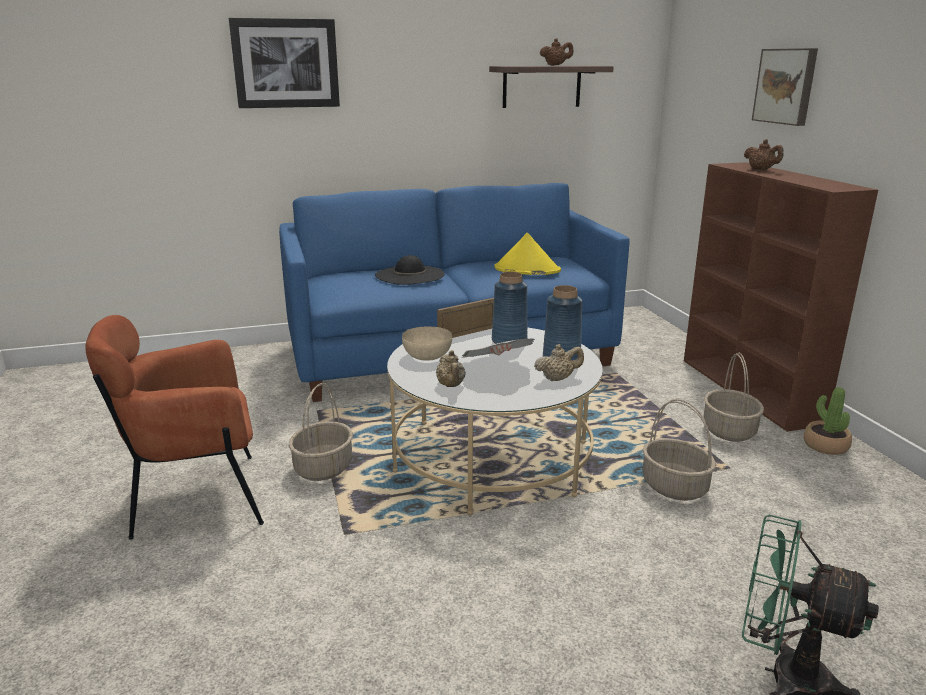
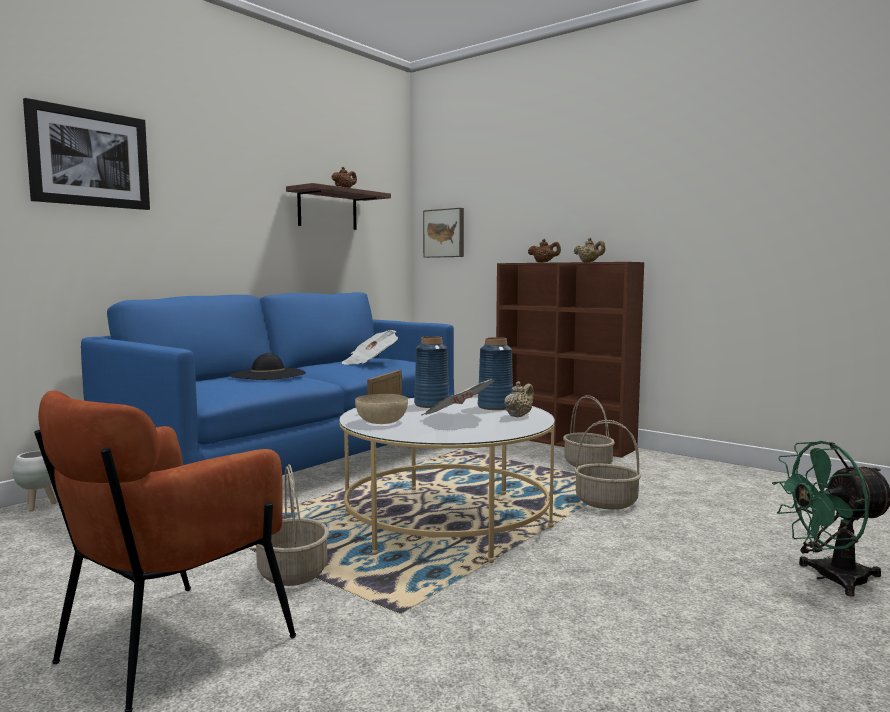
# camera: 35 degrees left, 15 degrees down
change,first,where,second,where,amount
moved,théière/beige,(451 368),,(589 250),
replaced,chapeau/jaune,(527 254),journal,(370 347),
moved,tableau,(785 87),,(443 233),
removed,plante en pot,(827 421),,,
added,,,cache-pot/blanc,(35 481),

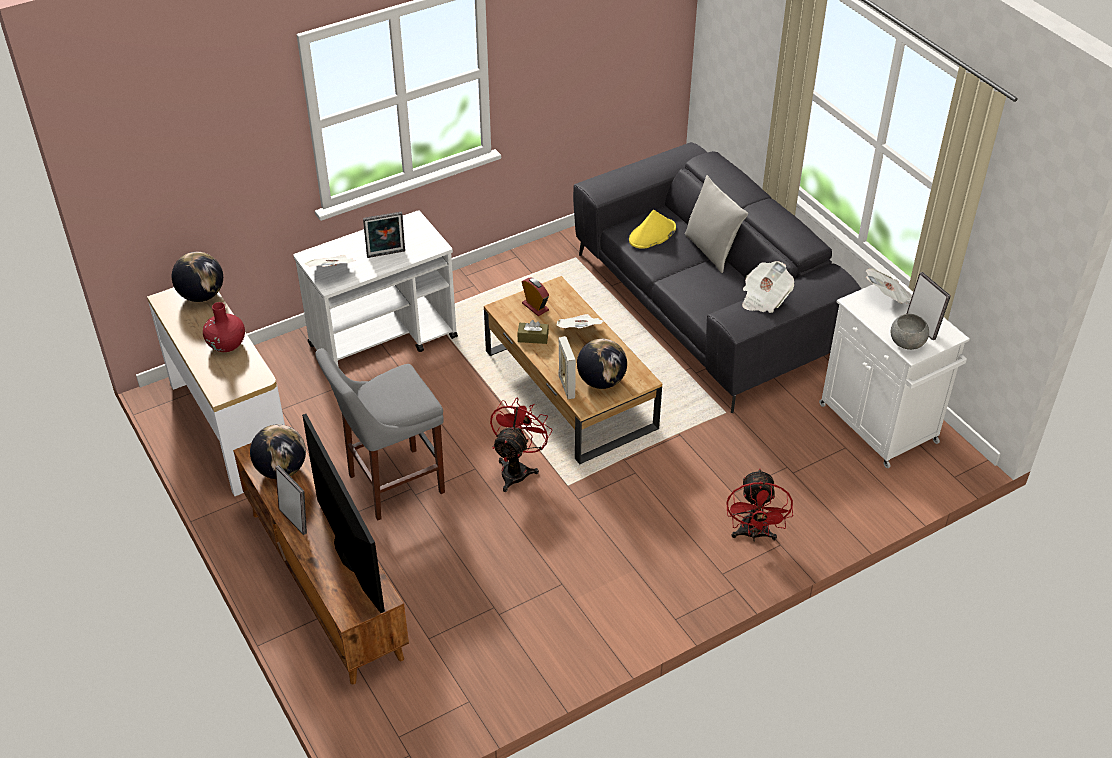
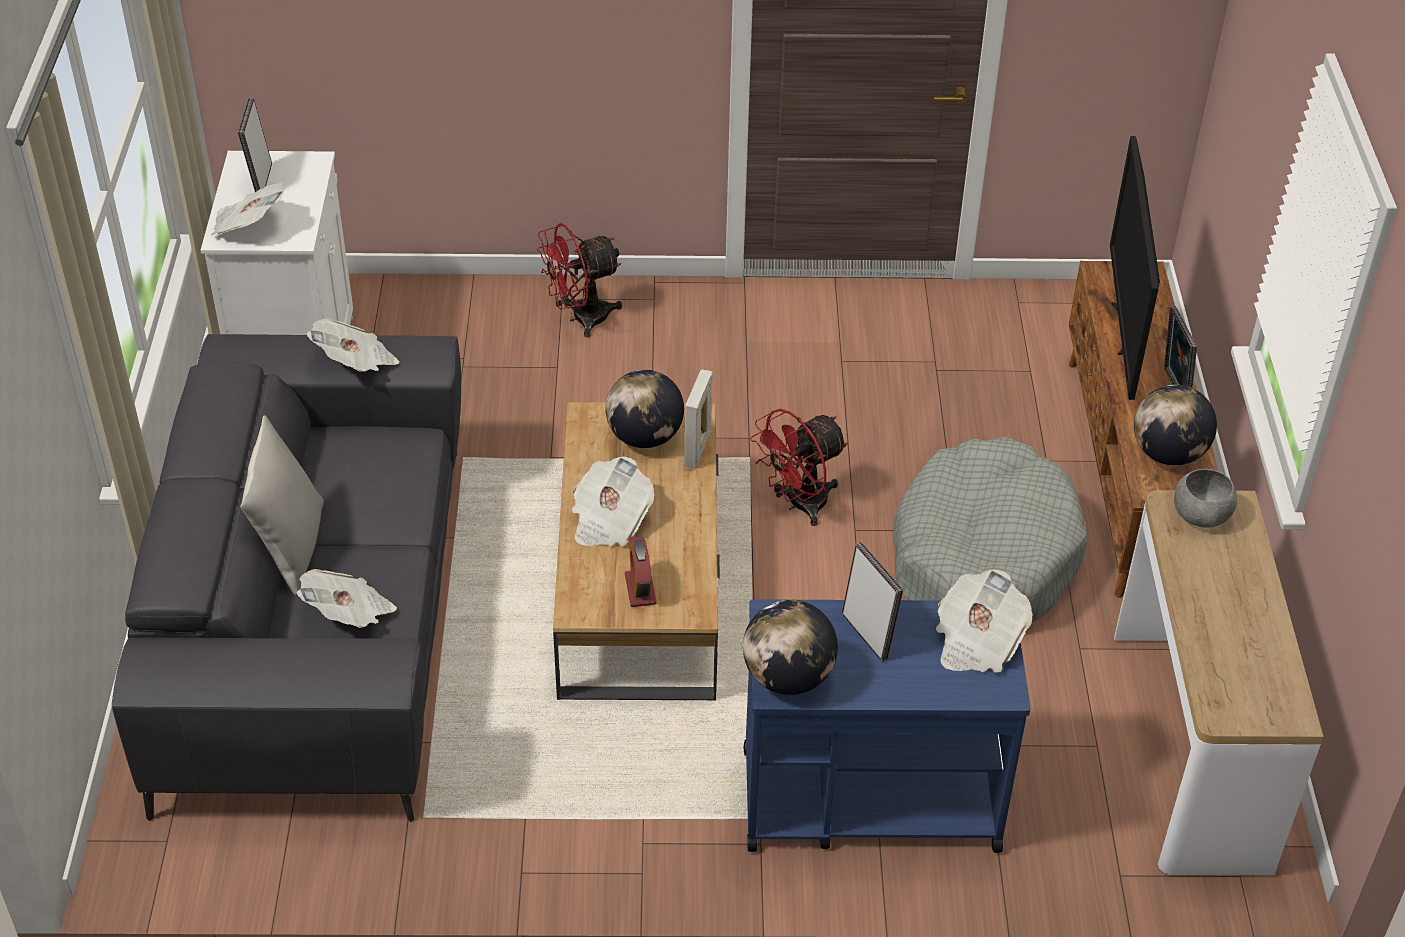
# camera: 150 degrees left, 0 degrees up
change,first,where,second,where,amount
moved,globe,(197 277),,(790 647),
removed,vase/rouge,(224 327),,,
recoloured,chariot/blanc,(375 288),chariot/bleu,(886 726),
replaced,tabouret/gris,(380 434),panier pour chien/gris,(990 529),
turned,cadre photo,(384 234),,(872 601),45 degrees clockwise
removed,boîte à mouchoirs/marron,(533 332),,,
replaced,chapeau/jaune,(652 229),journal,(346 598),
turned,ventilateur/rouge,(760 505),,(579 280),150 degrees counterclockwise
moved,bol/gris,(909 332),,(1205 498),

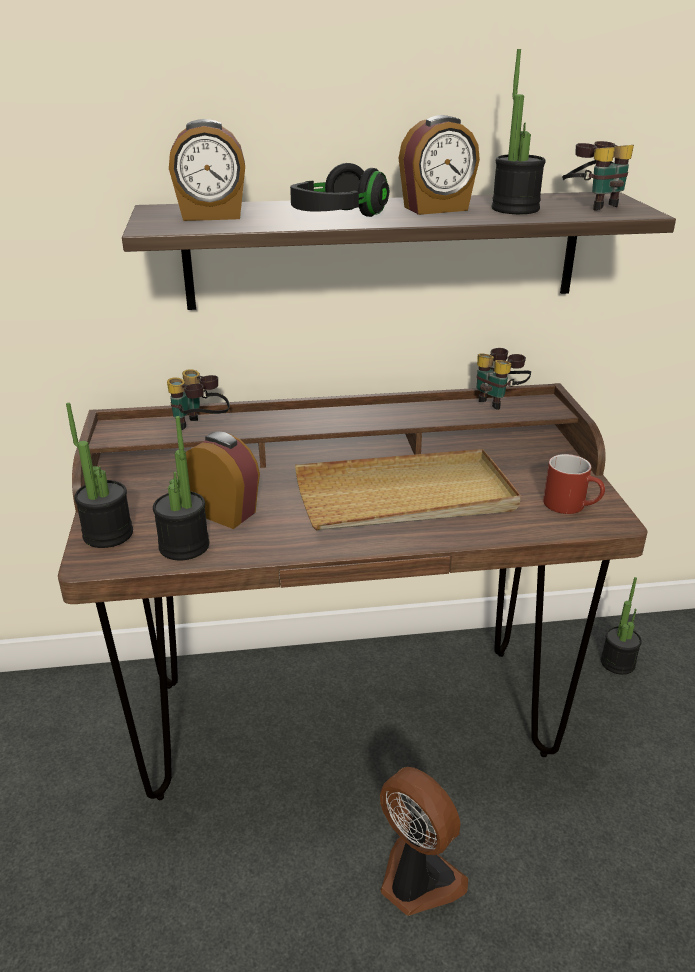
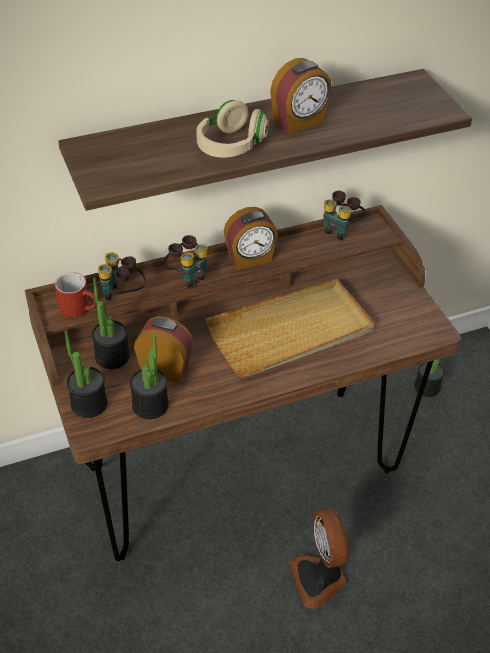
# camera: 15 degrees left, 15 degrees up
change,first,where,second,where,amount
moved,réveil,(207 170),,(251 238),
recoloured,casque audio/noir,(339 190),casque audio/beige,(232 129),
turned,ventilateur,(424 841),,(319 558),135 degrees counterclockwise
moved,plante en pot,(519 131),,(111 323),
moved,mug/rouge,(574 484),,(76 295),
moved,jumelles,(598 176),,(185 261),

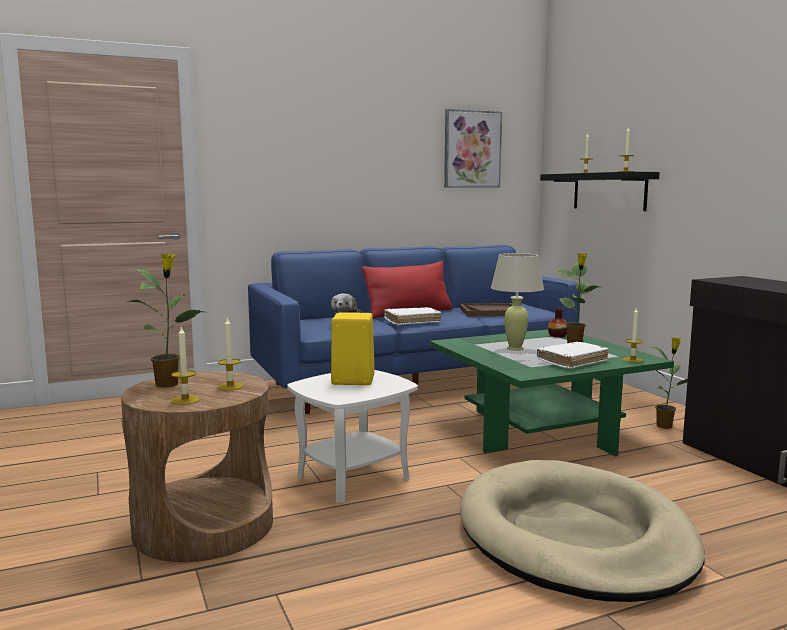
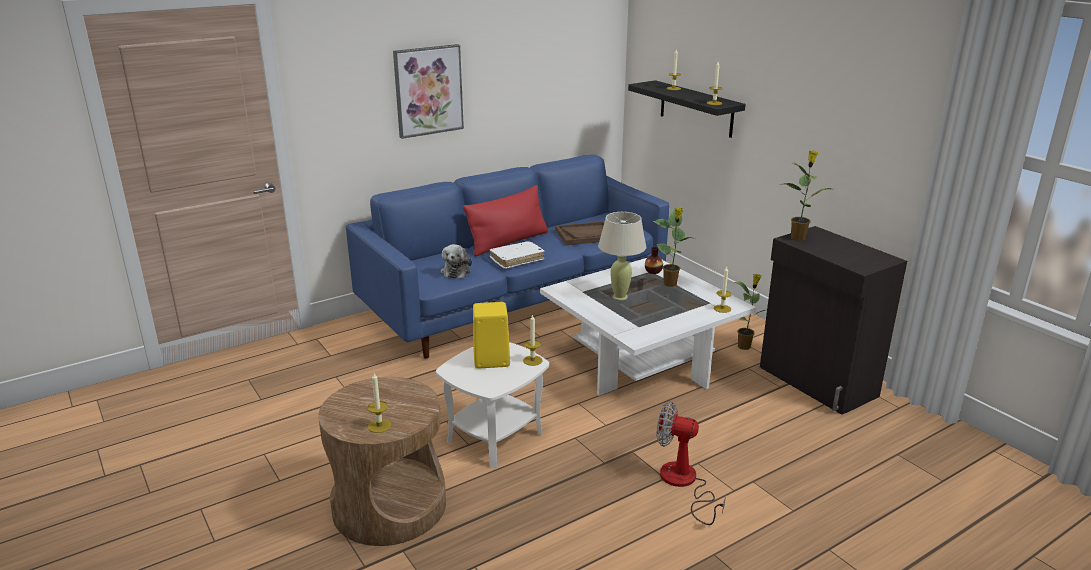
# camera: 10 degrees left, 15 degrees up
change,first,where,second,where,amount
moved,plante en pot,(165 320),,(805 195),
moved,bougie,(230 354),,(533 340),
recoloured,table basse/vert,(552 392),table basse/blanc,(648 327),
moved,tableau,(473 148),,(428 91),
replaced,panier pour chien/beige,(582 531),ventilateur,(691 463),
removed,livre/blanc,(572 355),,,

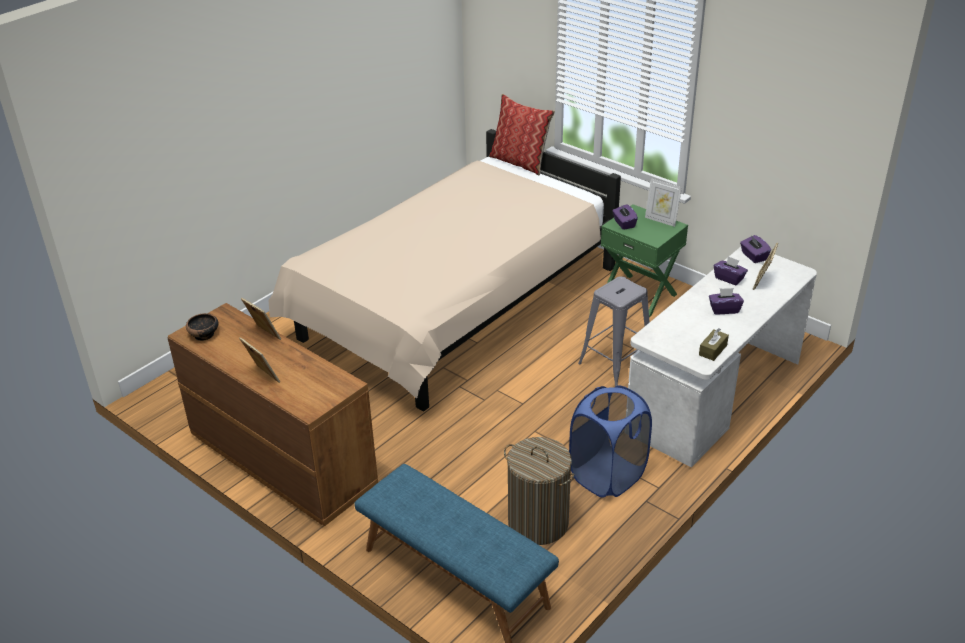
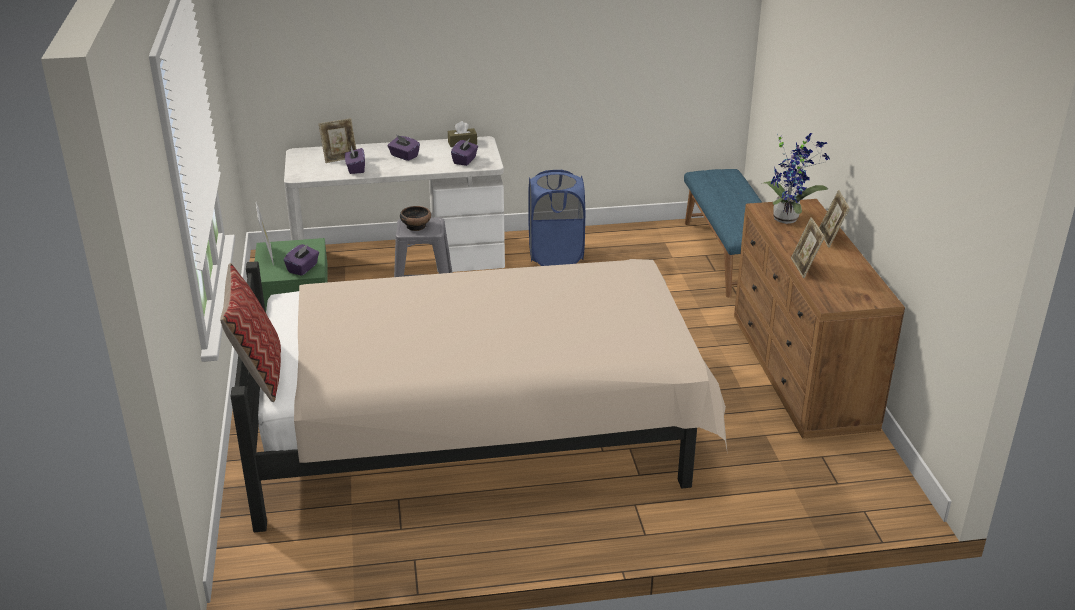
# camera: 140 degrees left, 5 degrees down
change,first,where,second,where,amount
moved,bol,(202 327),,(415 218),
removed,panier à linge,(539 491),,,
moved,boîte à mouchoirs/violet,(755 249),,(464 152),
added,,,plante en pot,(797 178),

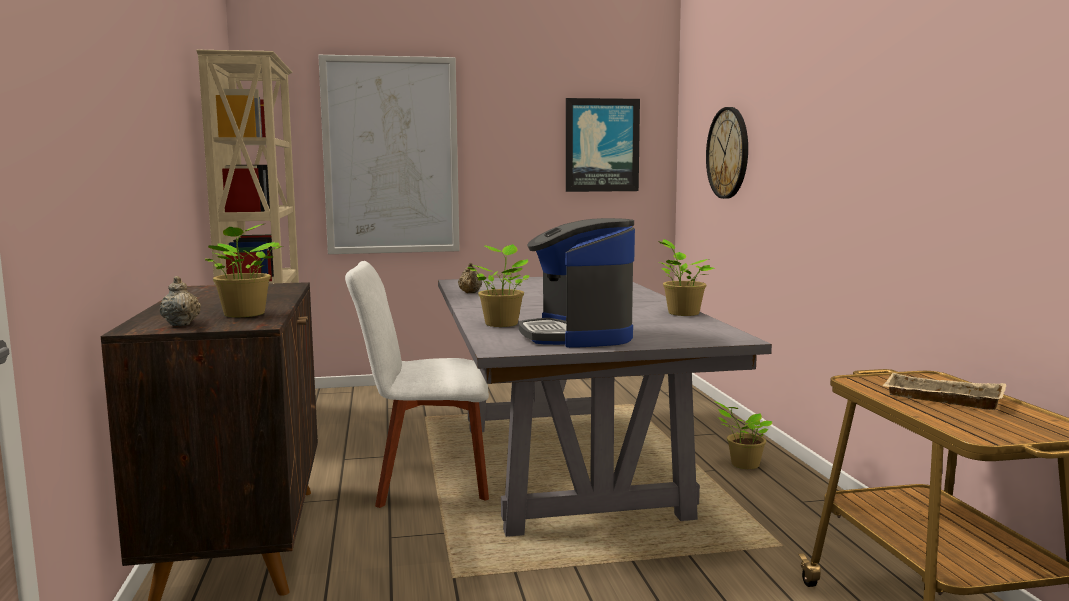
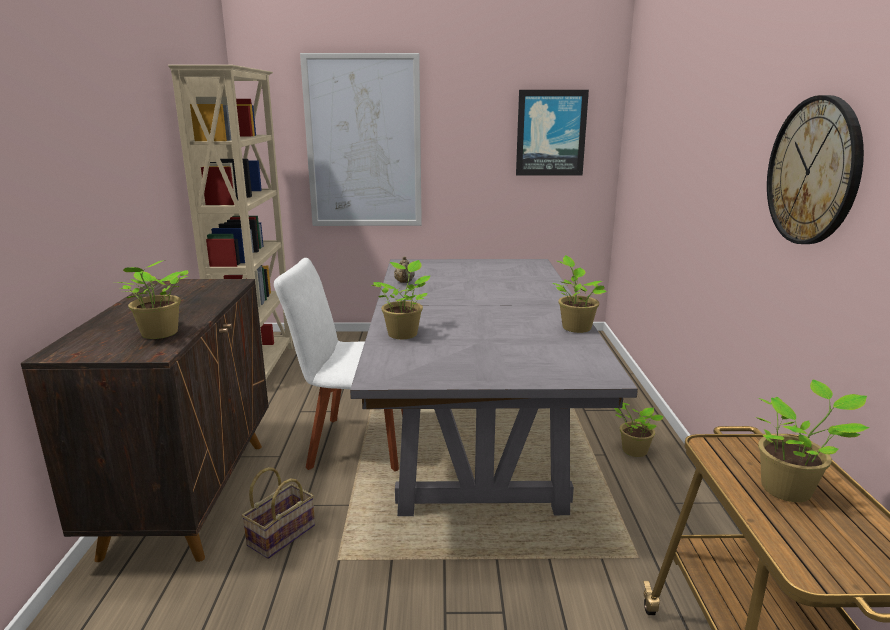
# camera: 10 degrees right, 10 degrees up
change,first,where,second,where,amount
removed,théière/beige,(180 301),,,
removed,machine à café,(577 283),,,
moved,horloge murale,(727 153),,(815 169),
replaced,plateau/beige,(944 391),plante en pot,(812 441),
added,,,panier,(278 513),

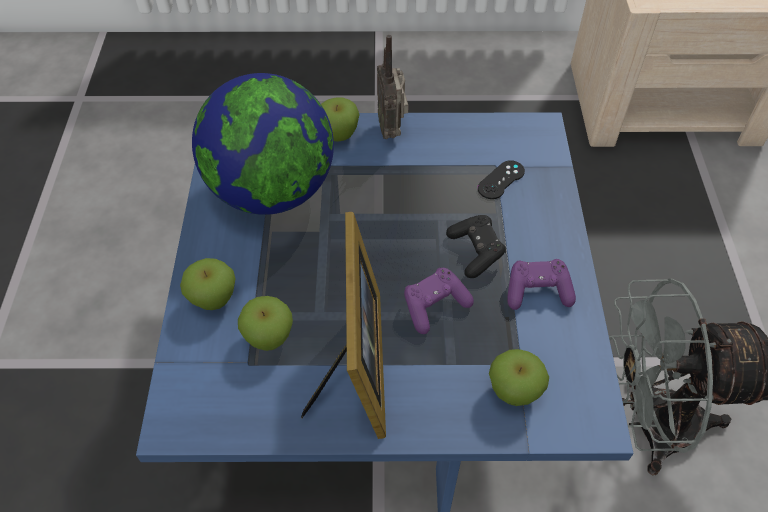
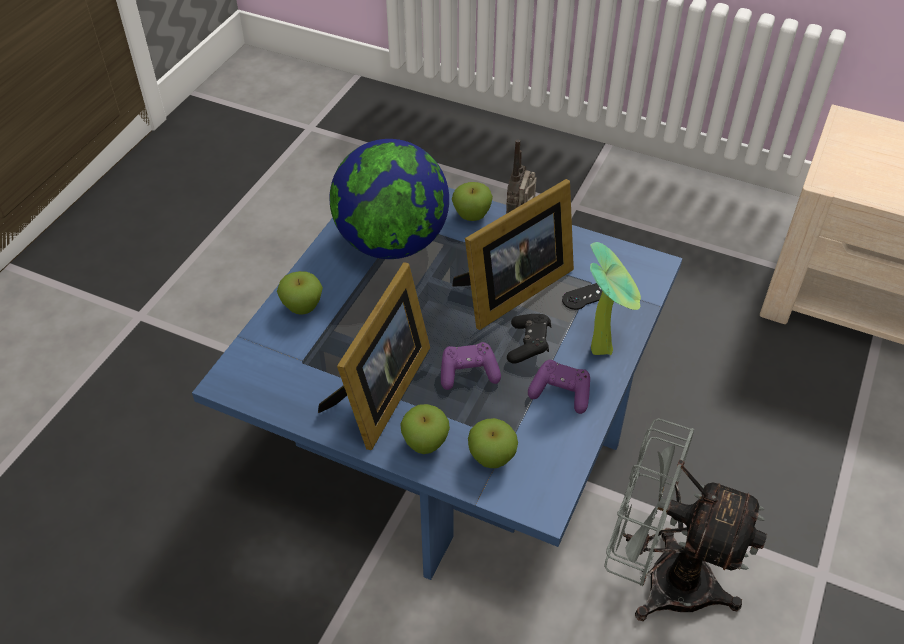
# camera: 25 degrees right, 5 degrees down
change,first,where,second,where,amount
moved,pomme,(265 323),,(425 429),
added,,,cadre photo,(513 254),
added,,,plante en pot,(615 298),

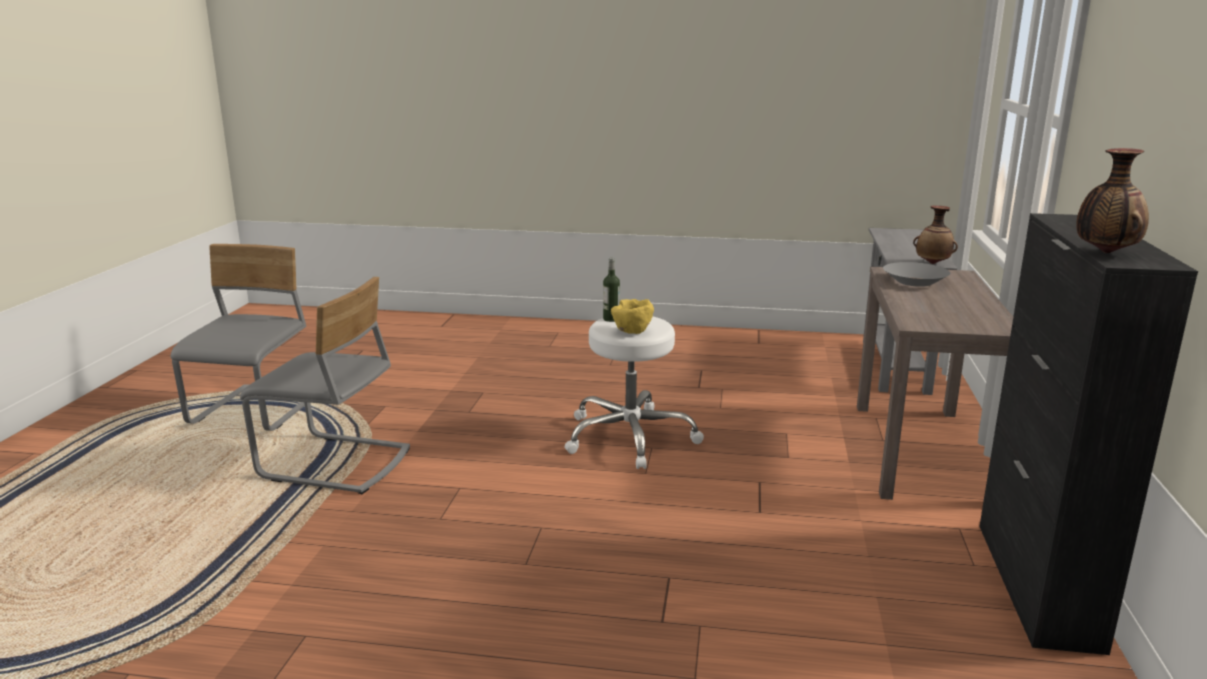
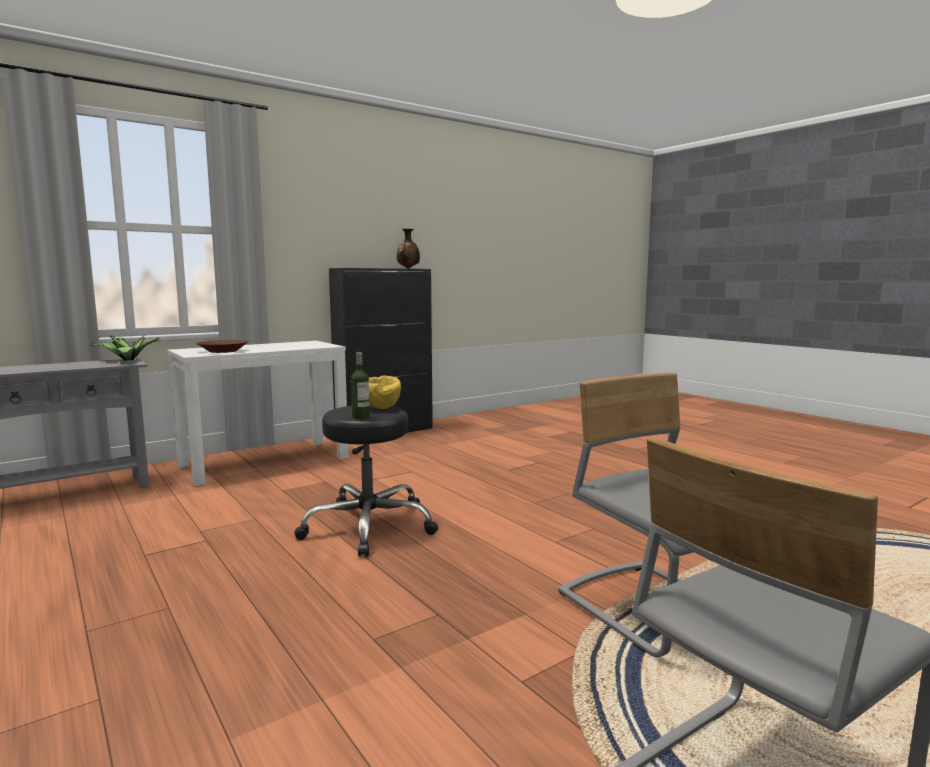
# camera: 135 degrees left, 10 degrees down
change,first,where,second,where,amount
recoloured,tabouret/blanc,(634 393),tabouret/noir,(366 480),
recoloured,table console/marron,(935 383),table console/blanc,(258 413),
recoloured,bol/gris,(916 274),bol/marron,(222 346),
replaced,vase,(935 235),plante en pot,(124 348),

